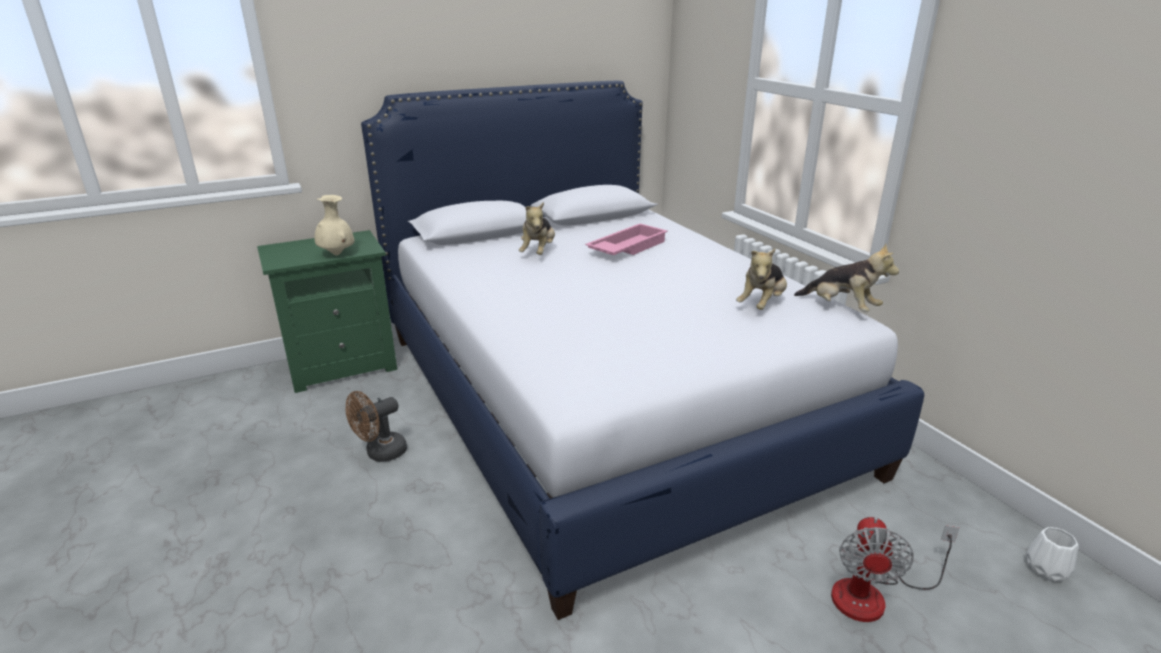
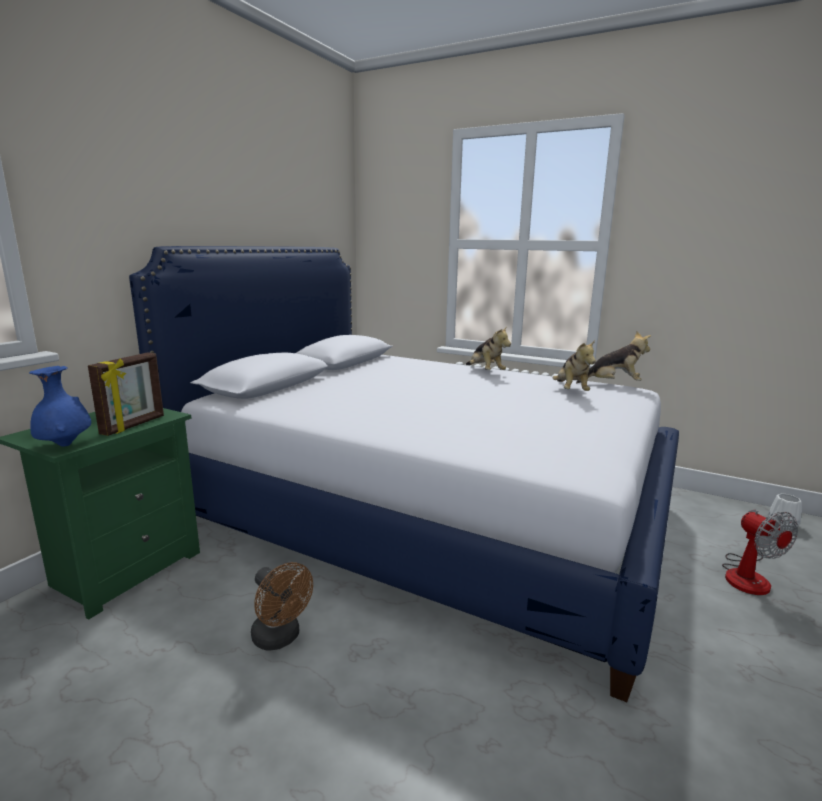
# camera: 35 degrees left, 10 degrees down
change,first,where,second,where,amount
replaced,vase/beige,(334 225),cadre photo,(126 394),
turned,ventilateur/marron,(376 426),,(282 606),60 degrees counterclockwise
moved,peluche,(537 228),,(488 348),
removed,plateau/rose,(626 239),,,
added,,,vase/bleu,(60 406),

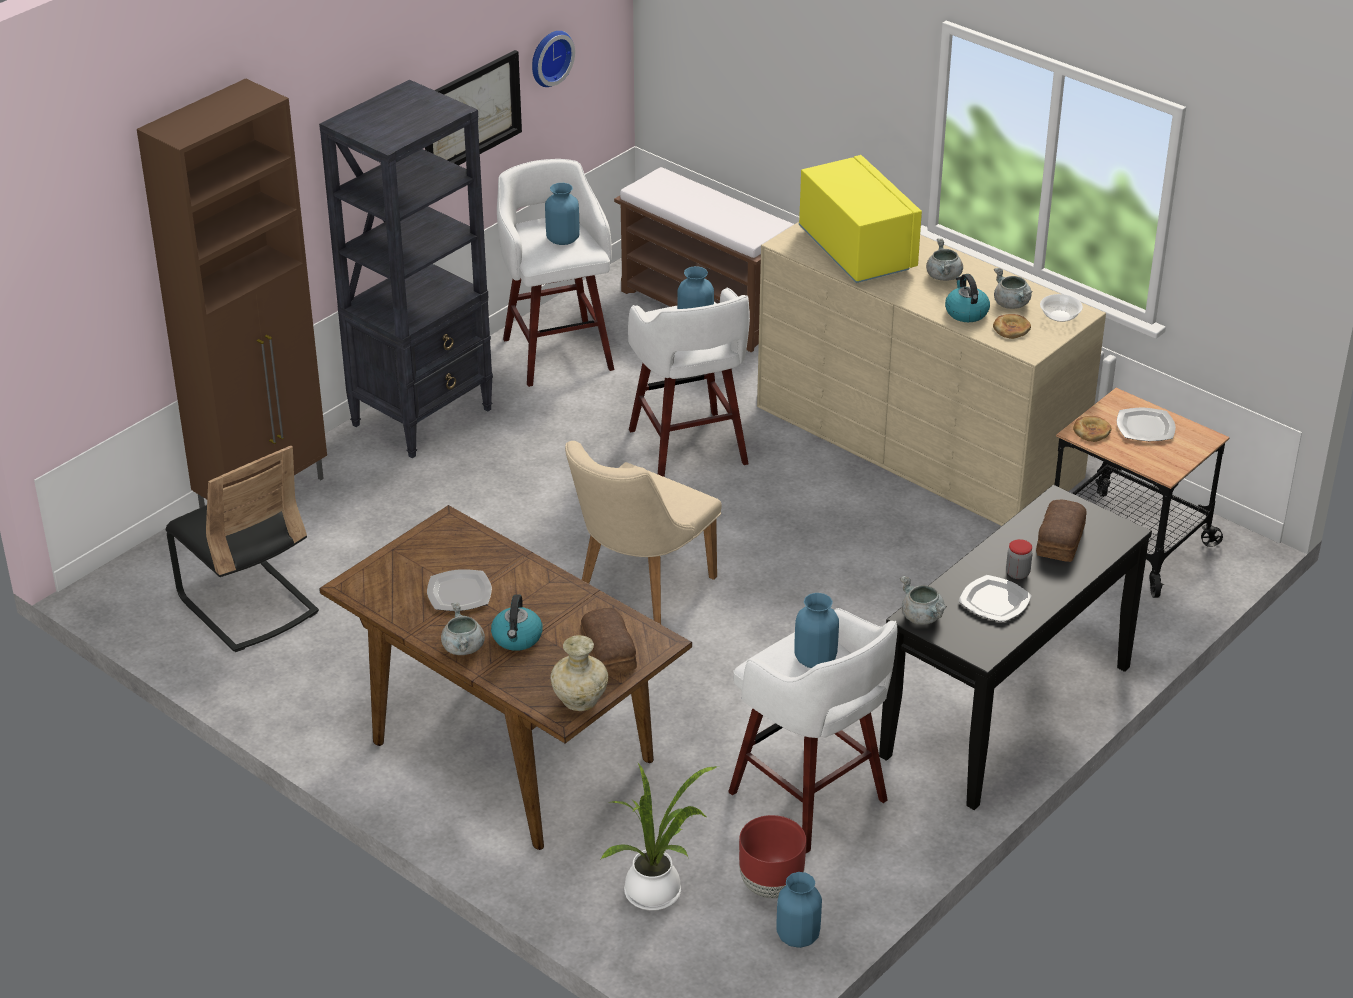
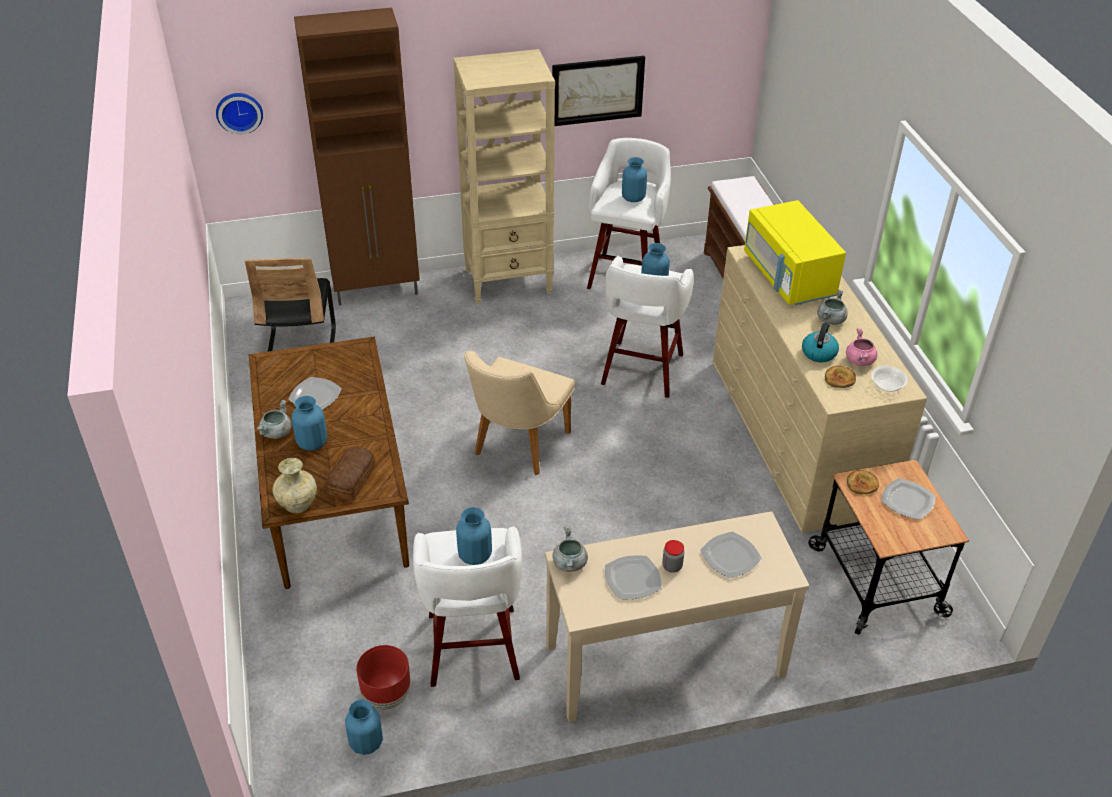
# camera: 35 degrees right, 5 degrees up
change,first,where,second,where,amount
recoloured,bibliothèque/noir,(406 269),bibliothèque/beige,(504 176),
replaced,bouilloire,(517 622),vase/bleu,(309 423),
moved,horloge murale,(553 59),,(239 114),
turned,chaise/beige,(643 532),,(519 413),45 degrees counterclockwise
removed,plante en pot,(659 837),,,
turned,micro-ondes/jaune,(860 219),,(795 252),150 degrees clockwise
recoloured,table console/noir,(1015 647),table console/beige,(677 616),
recoloured,marmite/gris,(1013 288),marmite/rose,(862 347),
replaced,pain,(1061 531),assiette,(731 554),

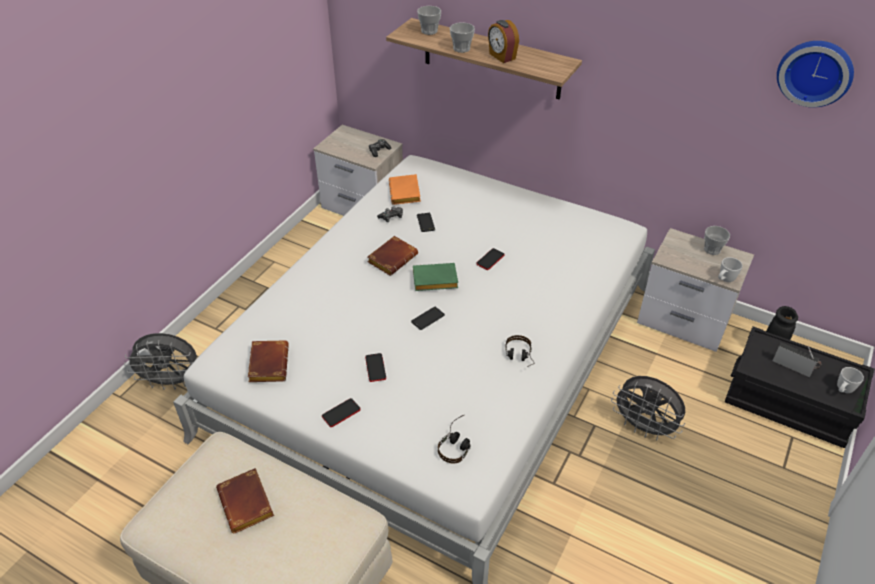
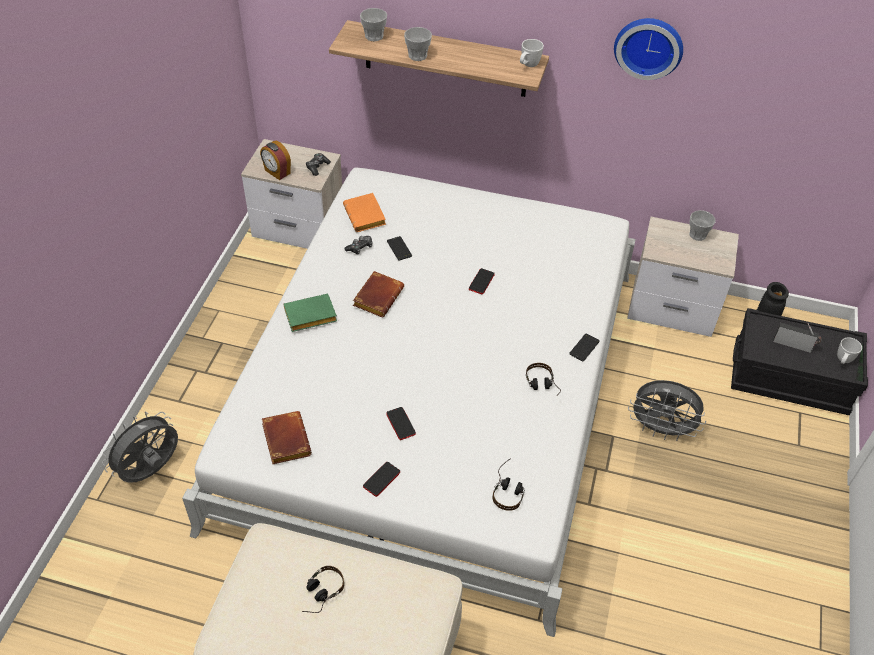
# camera: 15 degrees left, 5 degrees up
change,first,where,second,where,amount
turned,ventilateur/gris,(160 361),,(140 447),150 degrees clockwise
replaced,livre/marron,(245 500),casque audio,(323 589),
moved,téléphone,(428 318),,(584 347),
moved,livre/vert,(435 277),,(310 312),
moved,réveil,(503 41),,(275 160),
moved,mug/blanc,(730 269),,(532 53),
moved,horloge murale,(815 74),,(648 49),

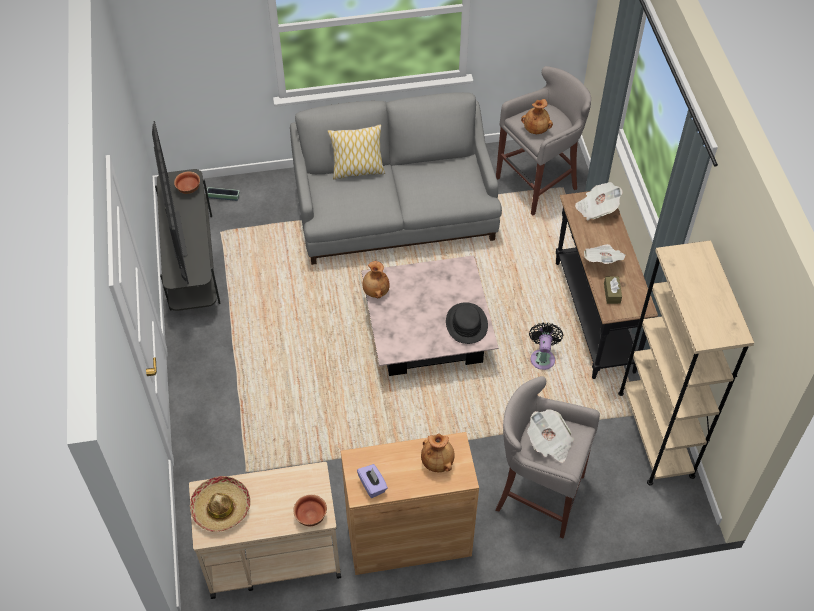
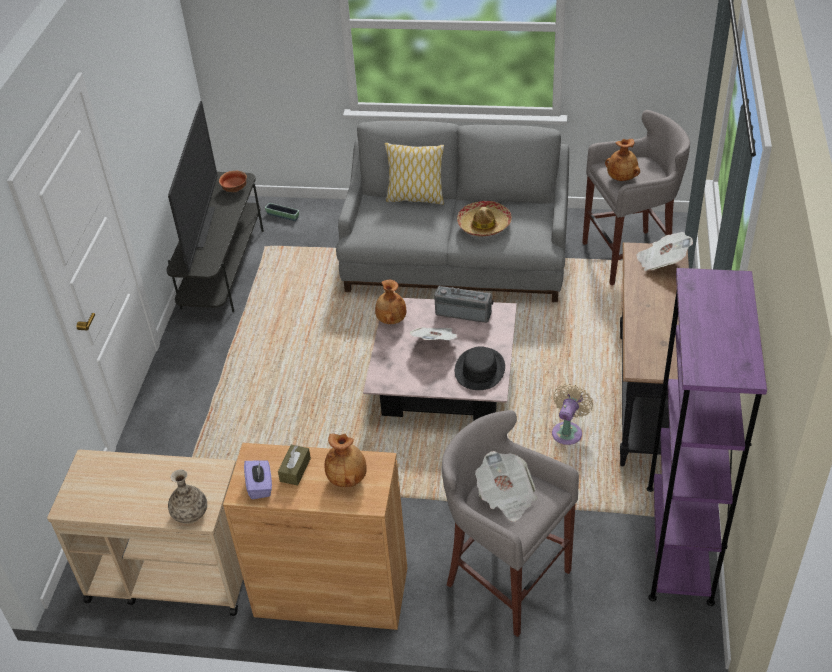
# camera: 20 degrees right, 10 degrees down
change,first,where,second,where,amount
moved,chapeau,(220 504),,(484 219),
replaced,bol,(310 510),vase,(187 496),
recoloured,ventilateur/noir,(546 346),ventilateur/beige,(572 414),
moved,journal,(604 254),,(434 333),
moved,boîte à mouchoirs/marron,(613 290),,(294 465),
recoloured,bibliothèque/beige,(686 362),bibliothèque/violet,(707 437),
added,,,radio,(464 304),

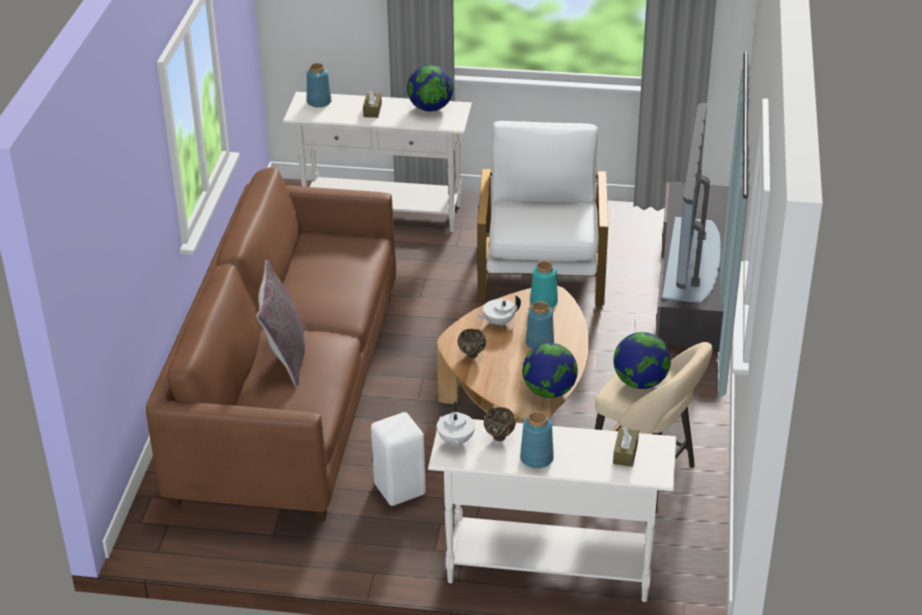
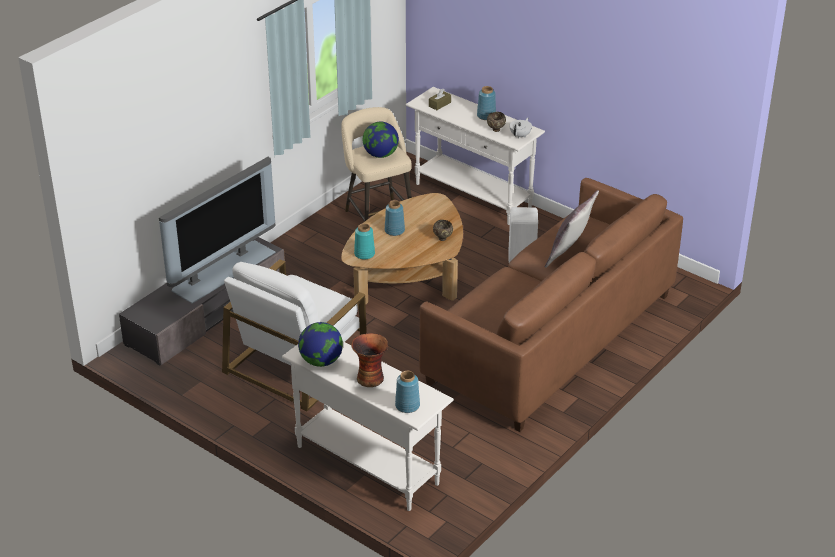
# camera: 150 degrees left, 0 degrees up
change,first,where,second,where,amount
replaced,boîte à mouchoirs/marron,(372 103),vase,(369 360),
removed,théière/blanc,(498 311),,,
removed,globe,(550 370),,,

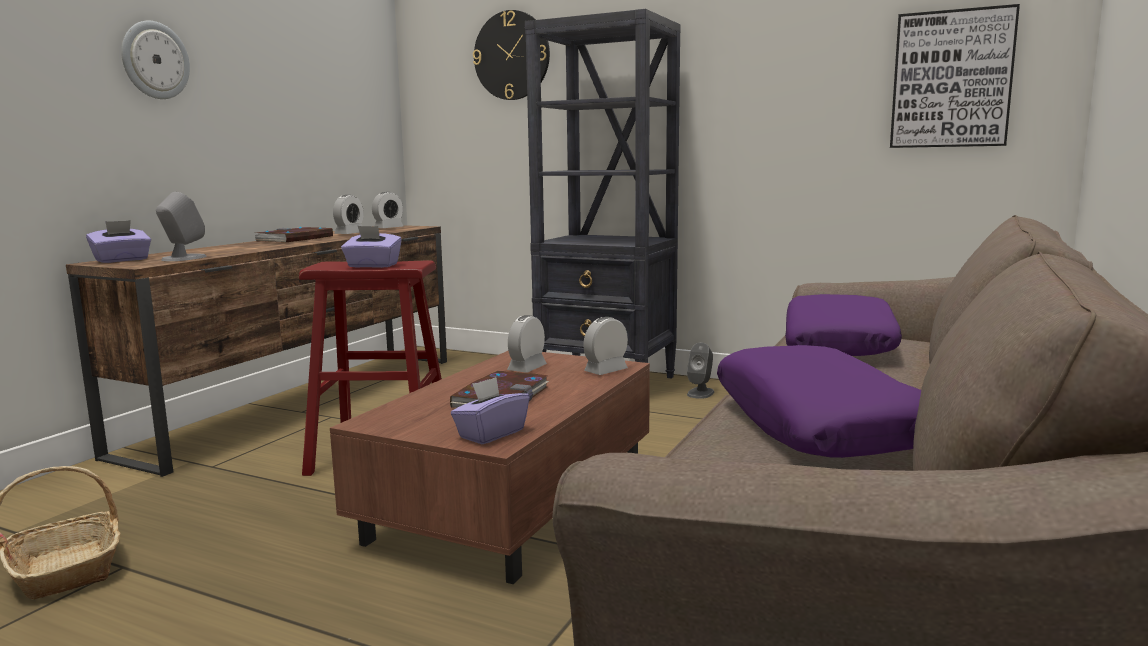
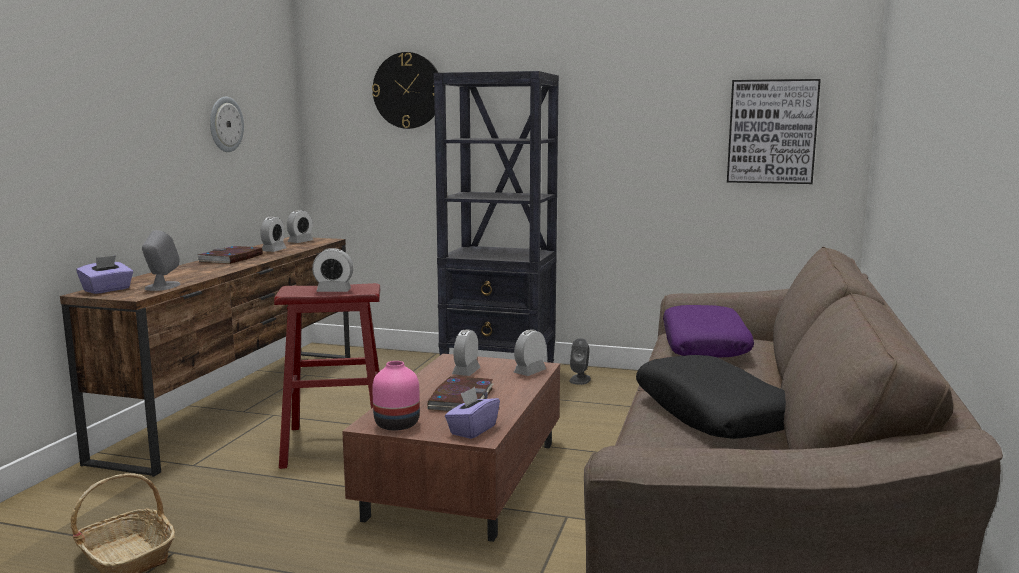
# camera: 10 degrees left, 0 degrees up
change,first,where,second,where,amount
moved,horloge murale,(155 60),,(227 124),
replaced,boîte à mouchoirs/violet,(371 247),réveil,(332 270),
recoloured,coussin/violet,(819 401),coussin/noir,(711 397),
added,,,vase/rose,(396 396),

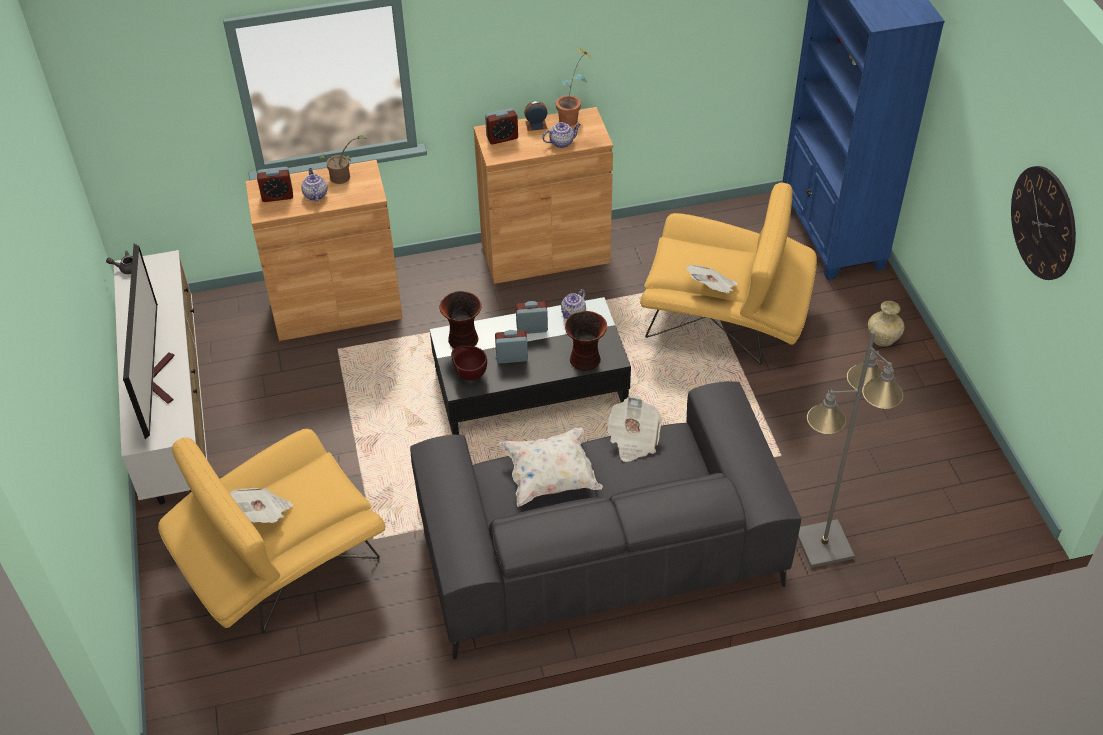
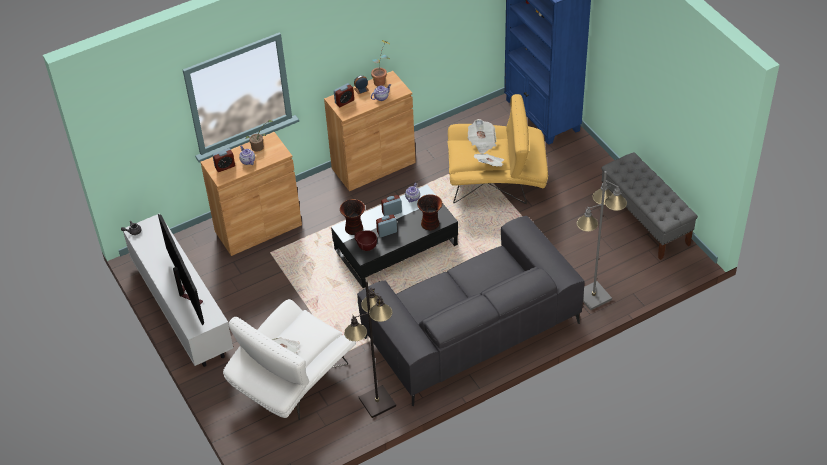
# camera: 15 degrees left, 0 degrees up
change,first,where,second,where,amount
recoloured,fauteuil/jaune,(272 531),fauteuil/blanc,(289 359),
removed,coussin/blanc,(551 467),,,
moved,journal,(634 429),,(482 136),
removed,vase/beige,(886 324),,,
removed,horloge murale,(1043 223),,,
added,,,lampadaire/noir,(370 349),
added,,,banc/gris,(649 206),

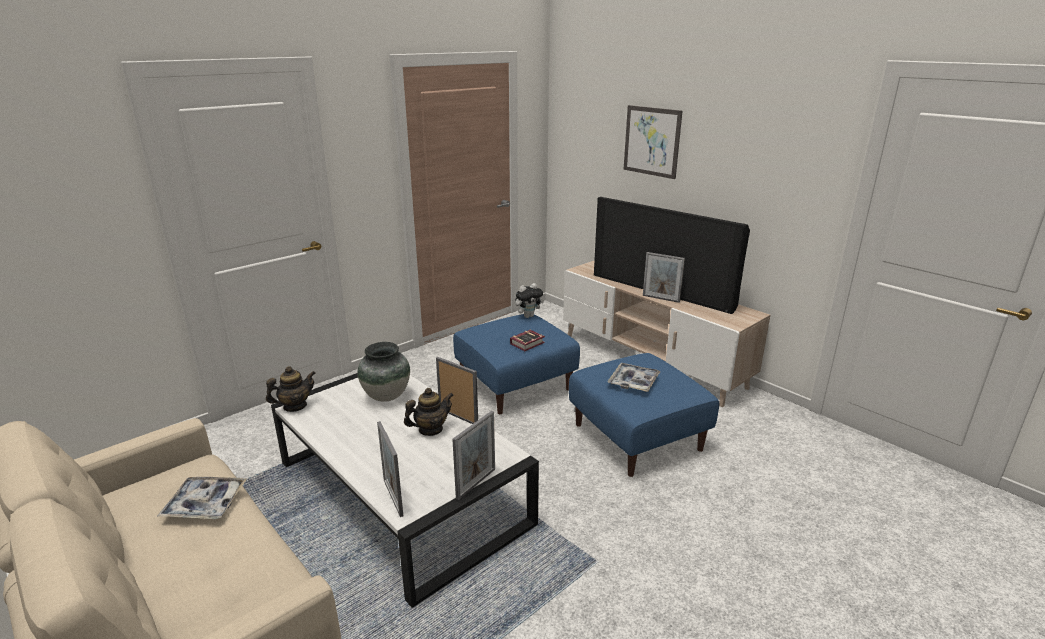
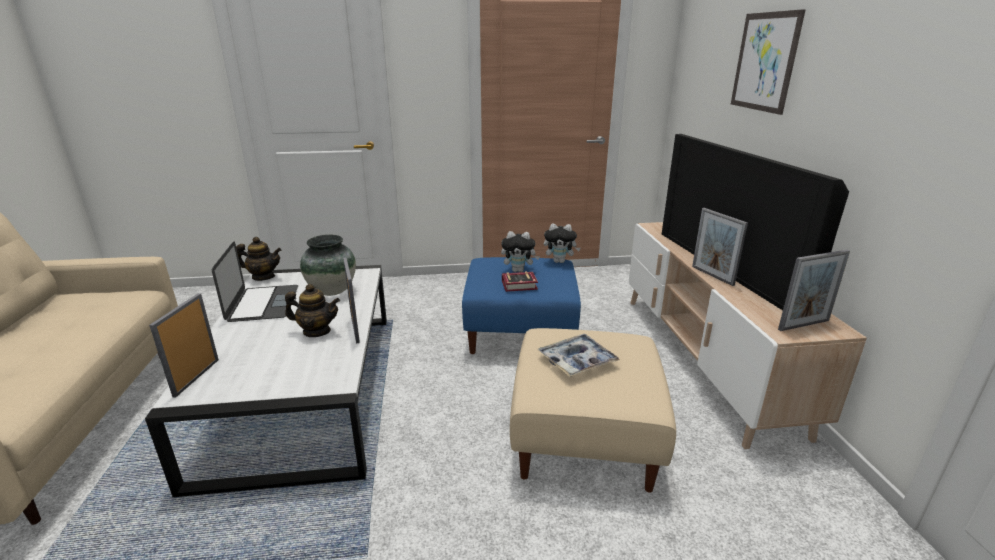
# camera: 35 degrees right, 0 degrees up
change,first,where,second,where,amount
removed,plateau,(202 498),,,
moved,cadre photo,(473 455),,(814 290),
recoloured,pouf/bleu,(644 415),pouf/beige,(593 410),
added,,,ordinateur portable,(255 282),
added,,,peluche,(520 251),

